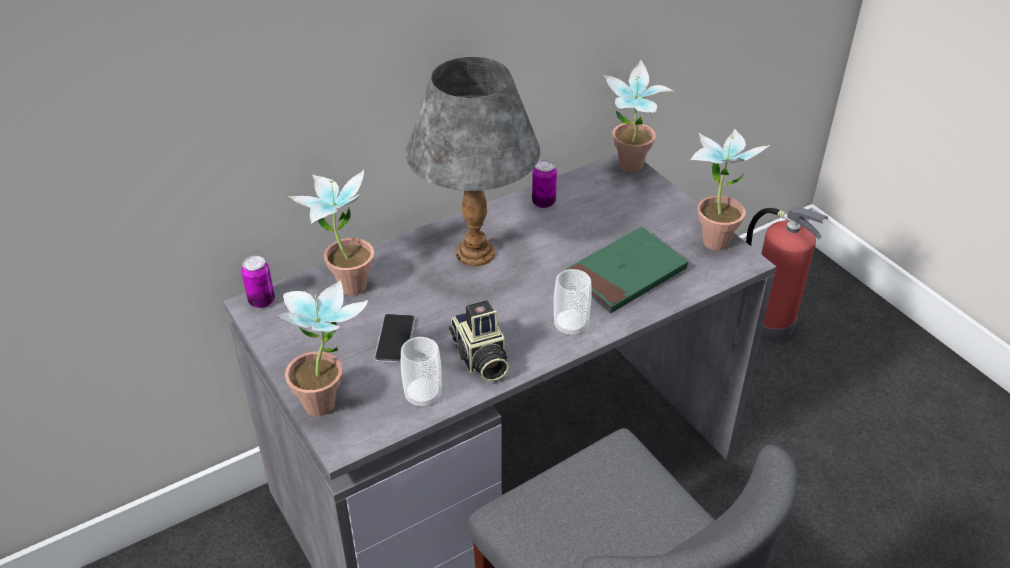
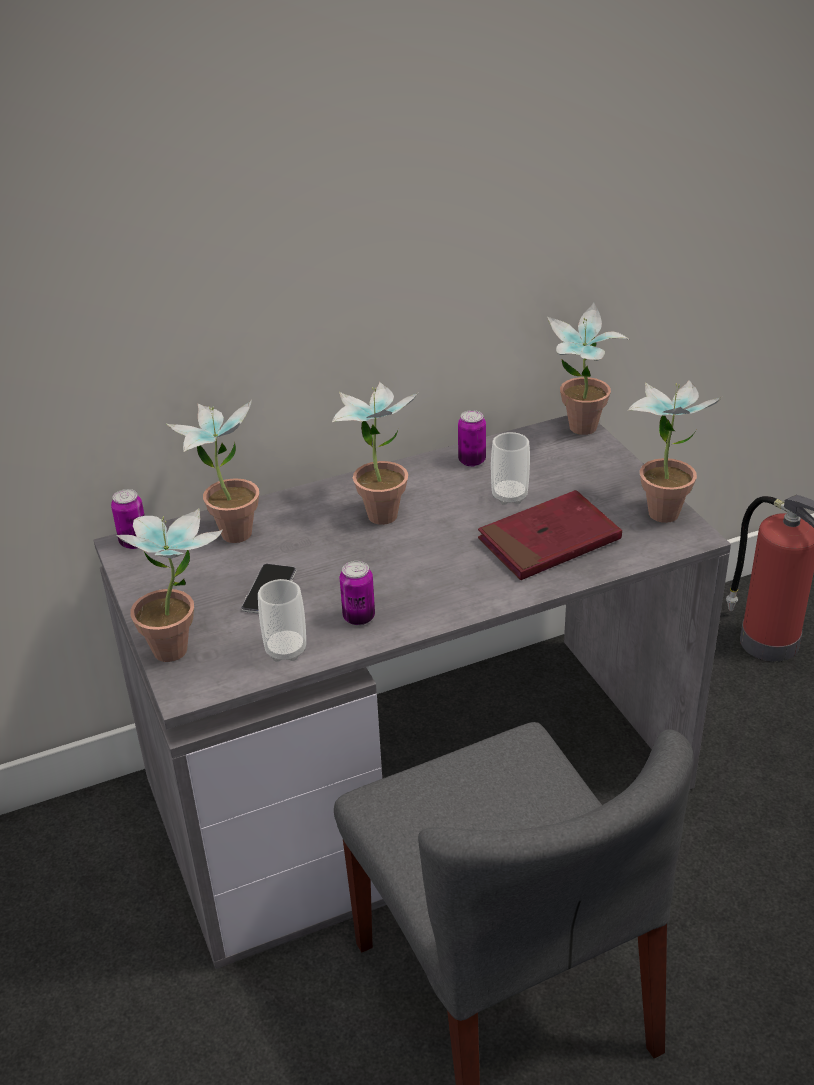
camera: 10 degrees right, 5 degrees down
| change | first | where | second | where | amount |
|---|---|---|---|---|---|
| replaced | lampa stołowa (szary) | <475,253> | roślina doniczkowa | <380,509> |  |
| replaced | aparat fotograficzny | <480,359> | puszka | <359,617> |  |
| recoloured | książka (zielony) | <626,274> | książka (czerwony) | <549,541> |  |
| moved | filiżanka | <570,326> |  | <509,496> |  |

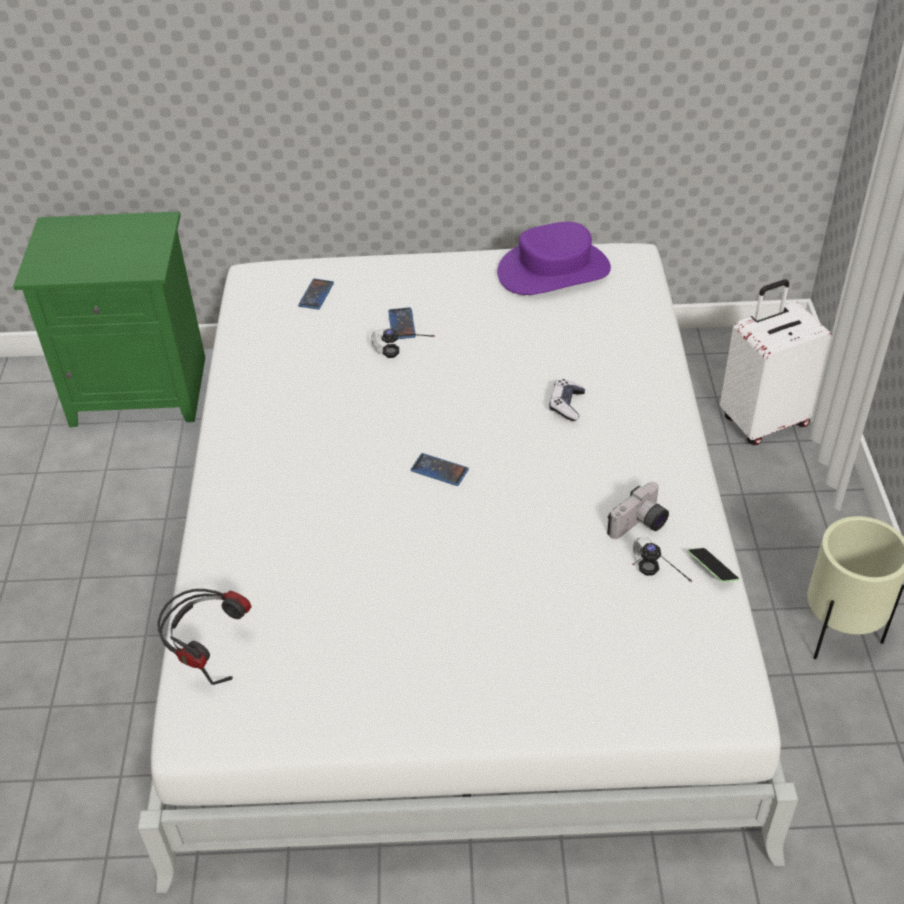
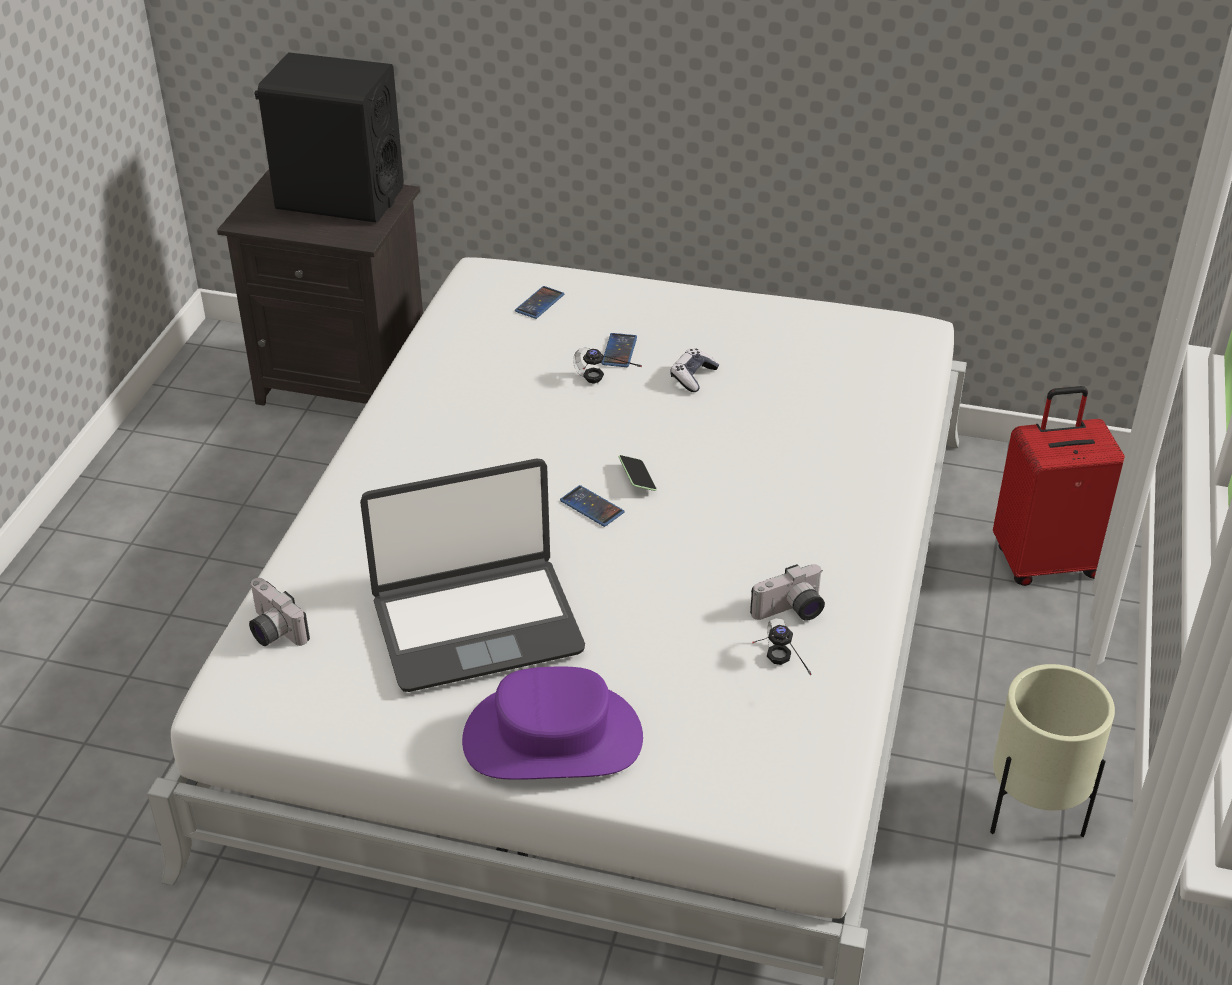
camera: 15 degrees right, 5 degrees down
| change | first | where | second | where | amount |
|---|---|---|---|---|---|
| recoloured | szafka nocna (zielony) | <141,389> | szafka nocna (czarny) | <346,381> |  |
| replaced | słuchawki | <208,652> | aparat fotograficzny | <272,630> |  |
| added |  |  | głośnik (czarny) | <339,198> |  |
| added |  |  | laptop | <477,624> |  |
| moved | kapelusz (fioletowy) | <553,270> |  | <553,738> |  |
| moved | telefon | <711,570> |  | <637,479> |  |
| moved | pad do gier | <566,405> |  | <693,376> |  |
| recoloured | walizka (biały) | <763,420> | walizka (czerwony) | <1044,561> |  |

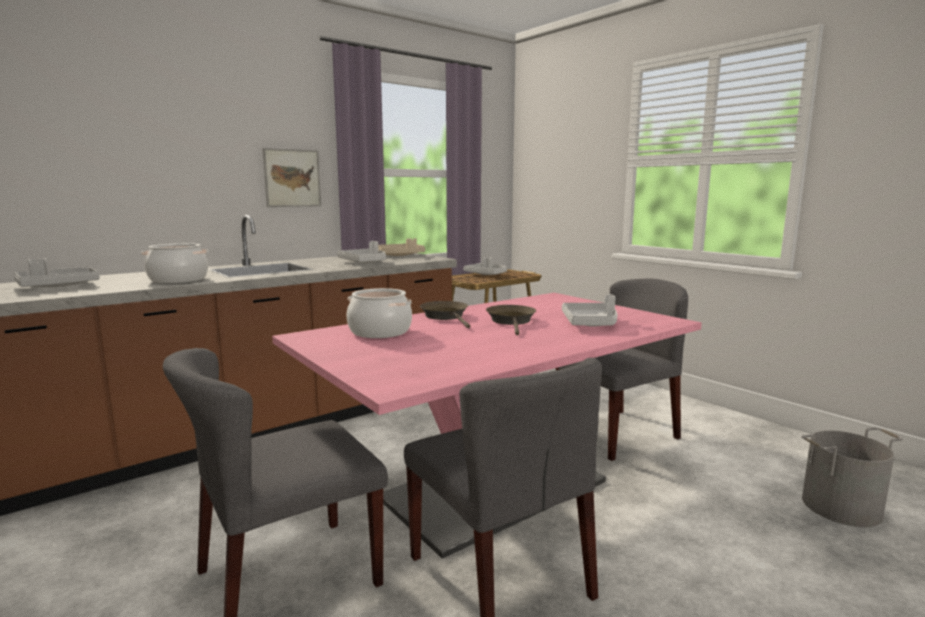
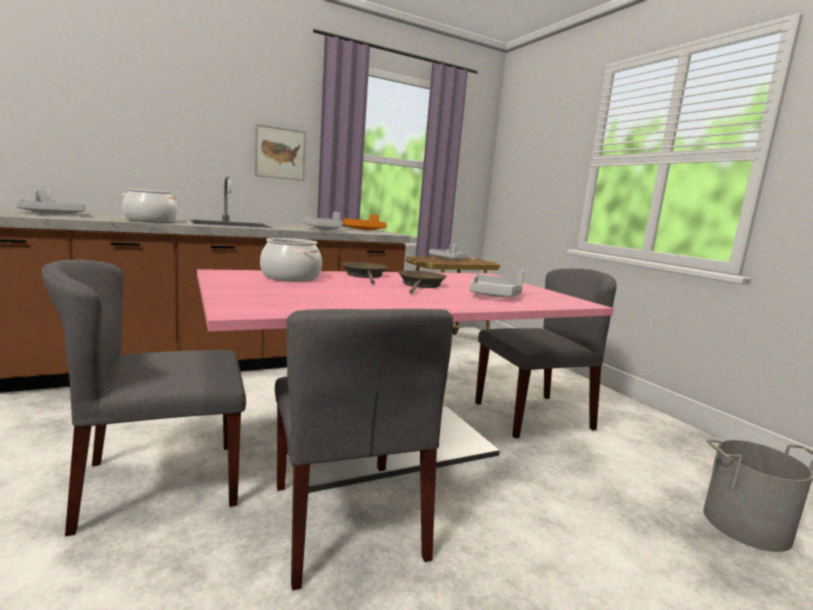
camera: 10 degrees right, 0 degrees up
| change | first | where | second | where | amount |
|---|---|---|---|---|---|
| recoloured | taca (beżowy) | <399,255> | taca (pomarańczowy) | <364,229> |  |

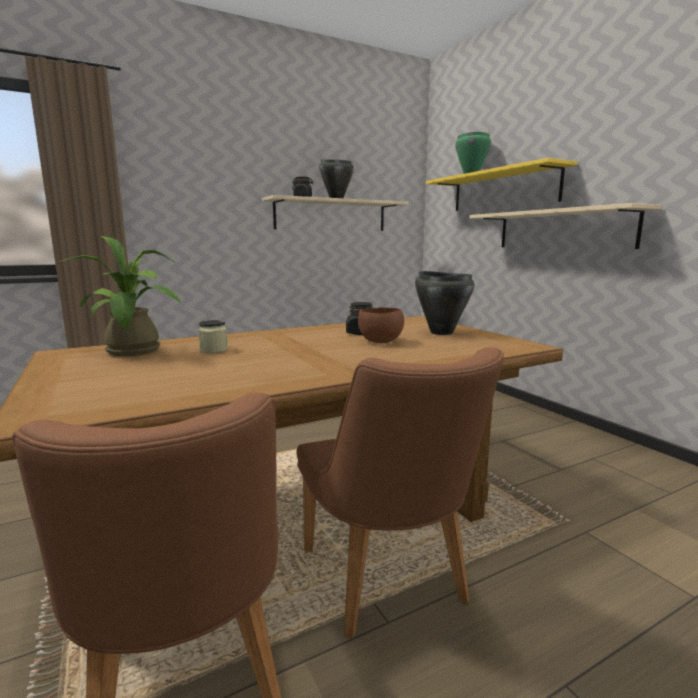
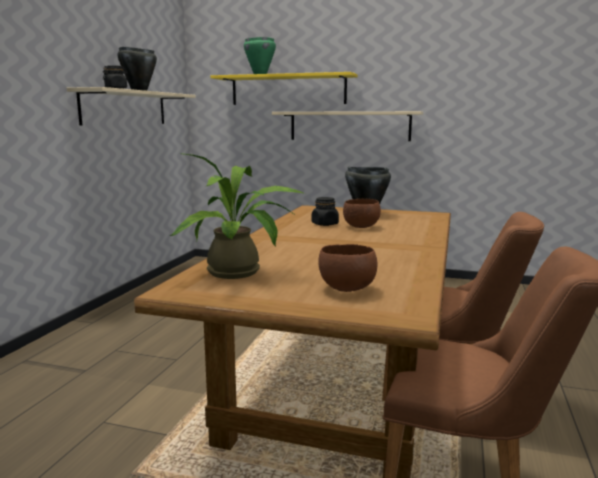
camera: 45 degrees left, 0 degrees up
| change | first | where | second | where | amount |
|---|---|---|---|---|---|
| added |  |  | miska (brązowy) | <346,289> |  |
| removed | słoik | <213,350> |  |  |  |

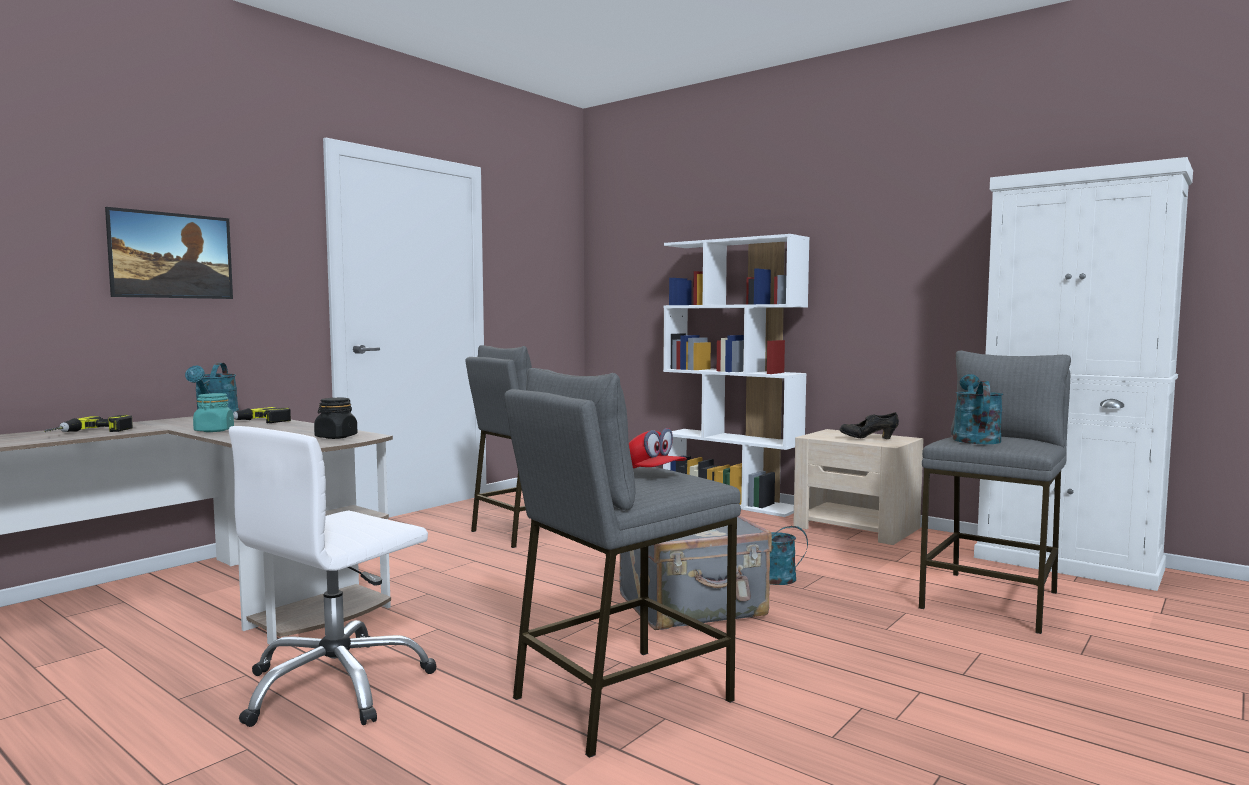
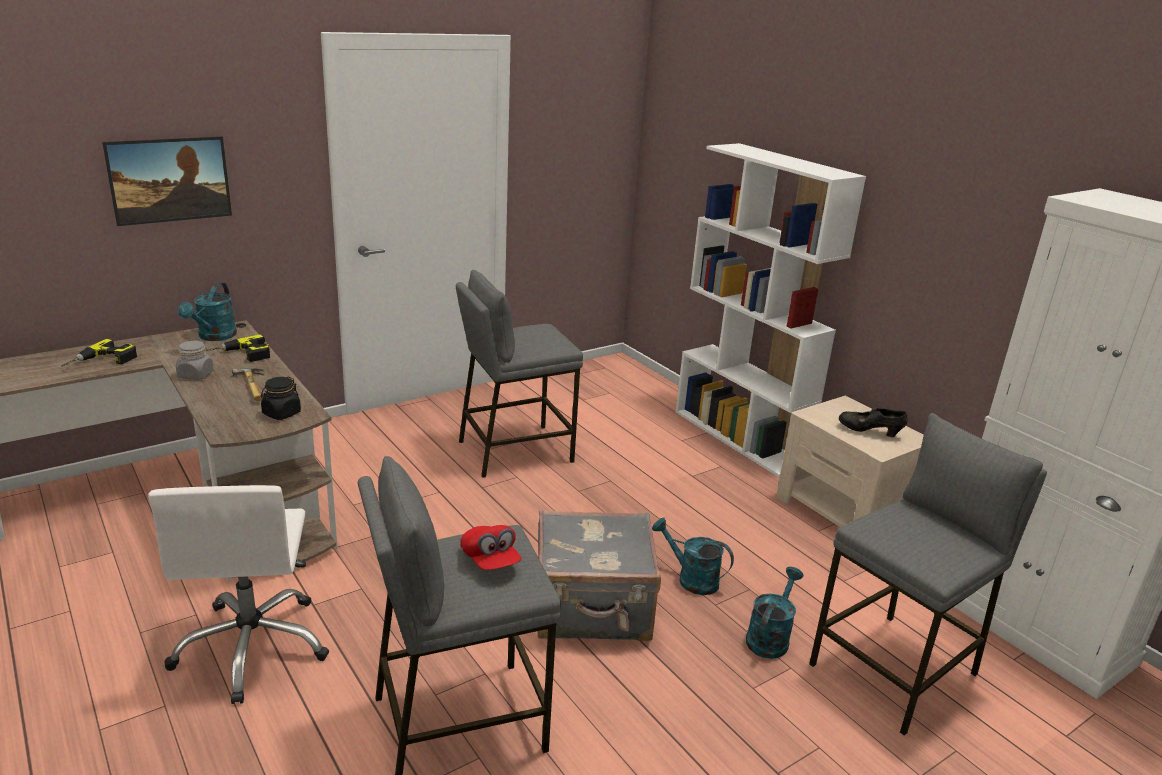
camera: 15 degrees right, 20 degrees up
| change | first | where | second | where | amount |
|---|---|---|---|---|---|
| turned | krzesło biurowe (biały) | <336,686> |  | <253,646> | 60 degrees counterclockwise |
| recoloured | słoik (turkusowy) | <214,430> | słoik (szary) | <195,375> |  |
| added |  |  | młotek | <256,387> |  |
| moved | konewka (turkusowy) | <974,439> |  | <770,637> |  |

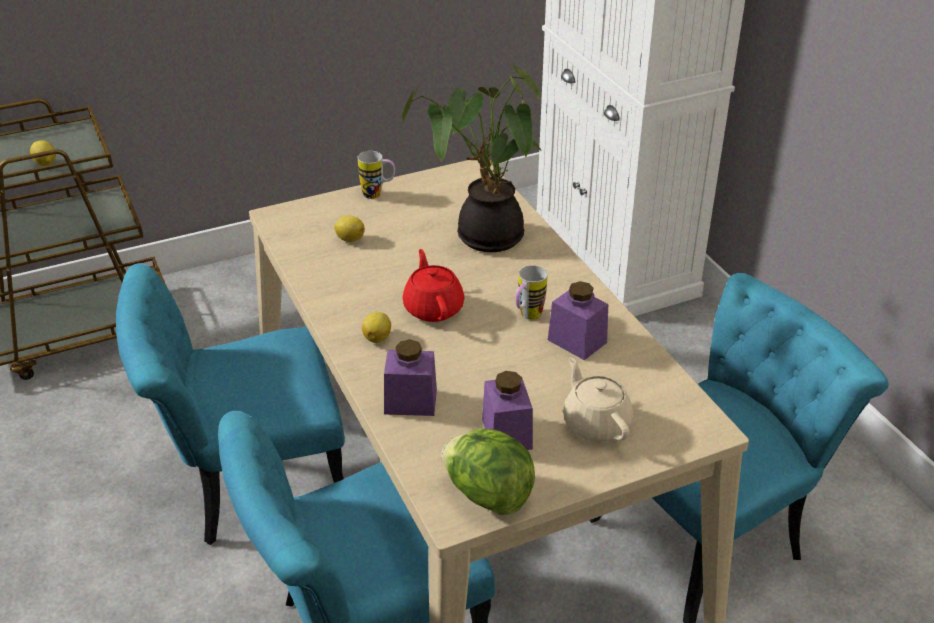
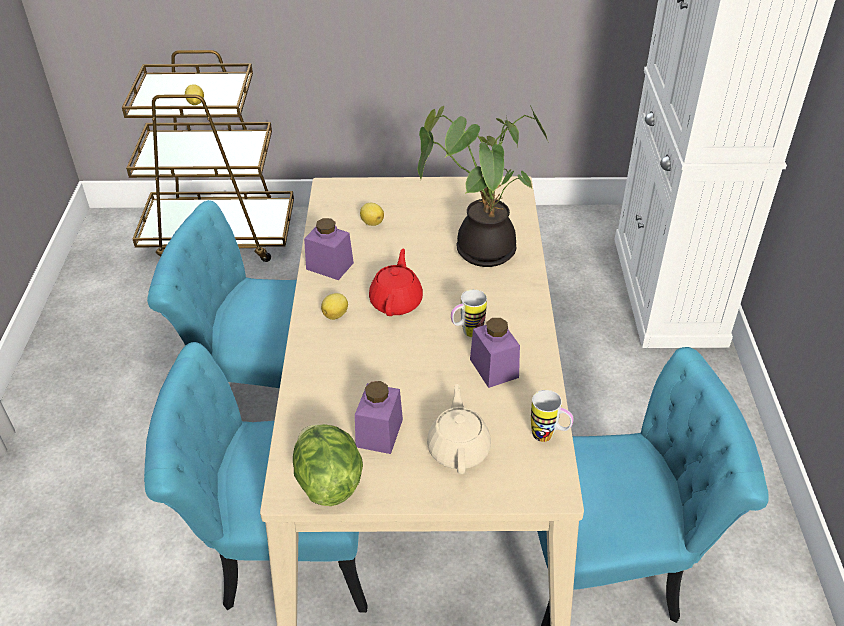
camera: 25 degrees right, 5 degrees up
| change | first | where | second | where | amount |
|---|---|---|---|---|---|
| moved | słoik (fioletowy) | <410,401> |  | <330,266> |  |
| moved | kubek | <378,194> |  | <549,437> |  |

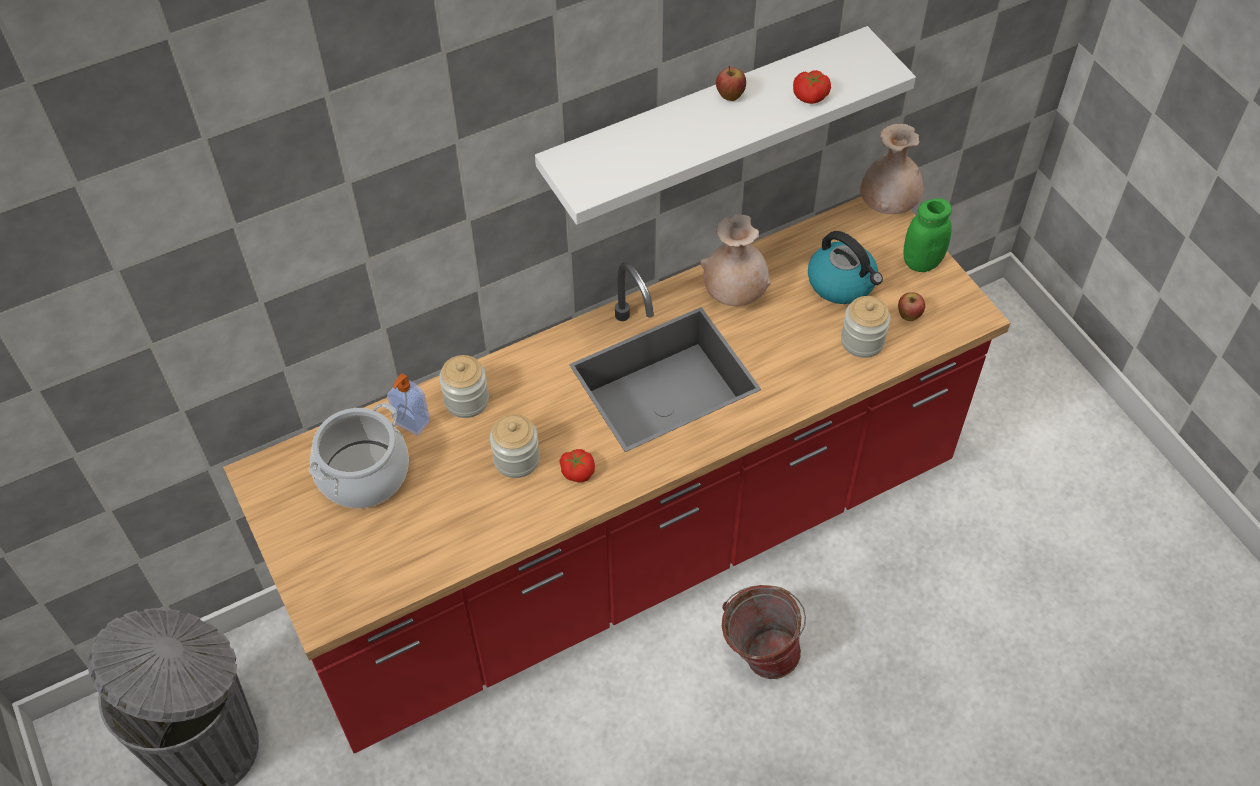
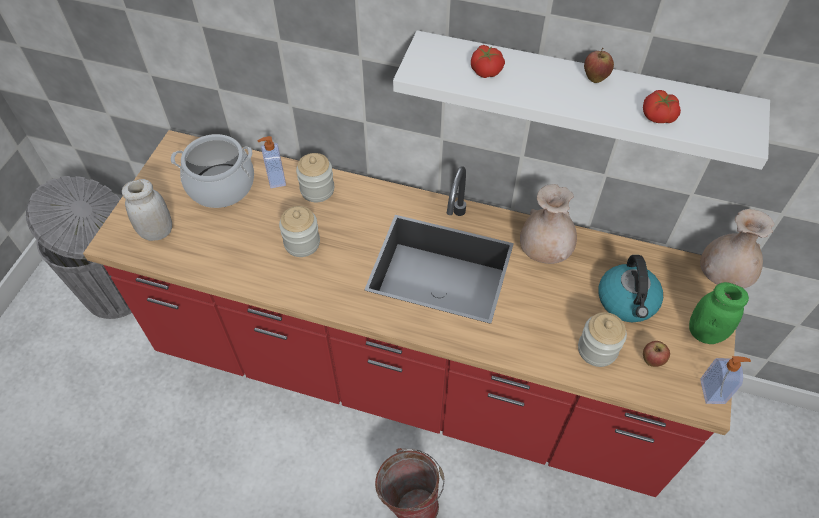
camera: 45 degrees right, 0 degrees up
| change | first | where | second | where | amount |
|---|---|---|---|---|---|
| added |  |  | słoik (biały) | <157,232> |  |
| moved | pomidor | <577,471> |  | <486,70> |  |
| added |  |  | dozownik mydła | <713,391> |  |

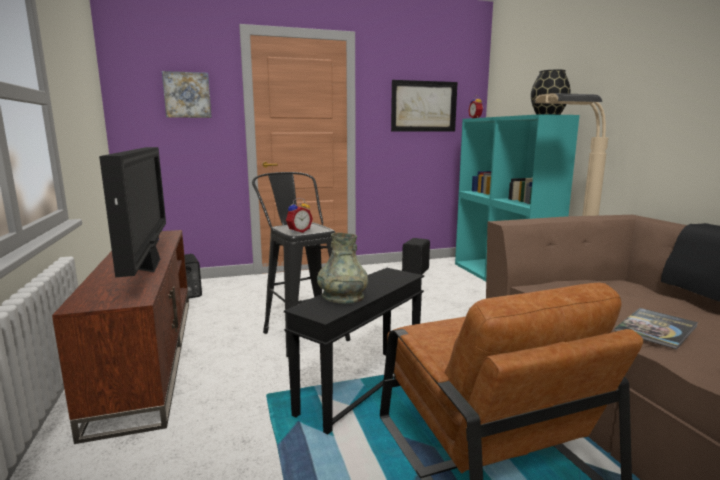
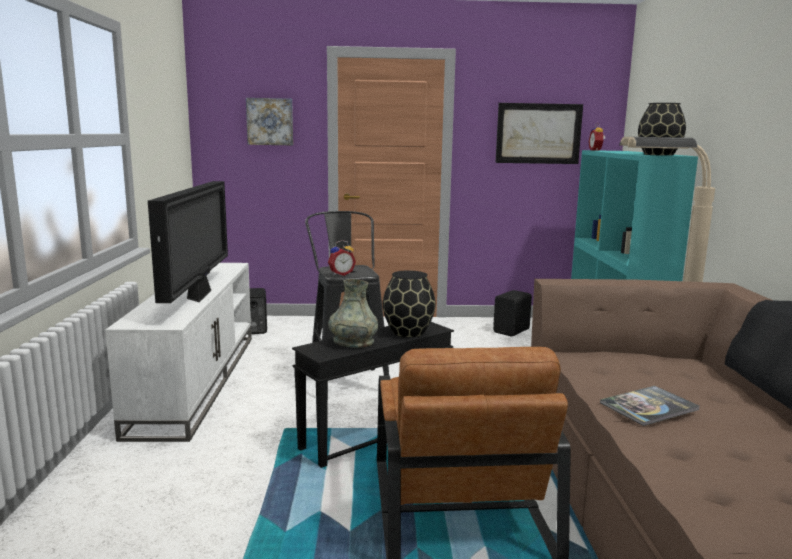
camera: 15 degrees right, 0 degrees up
| change | first | where | second | where | amount |
|---|---|---|---|---|---|
| recoloured | szafka pod telewizor (brązowy) | <146,353> | szafka pod telewizor (biały) | <196,380> |  |
| added |  |  | wazon (czarny) | <407,331> |  |

